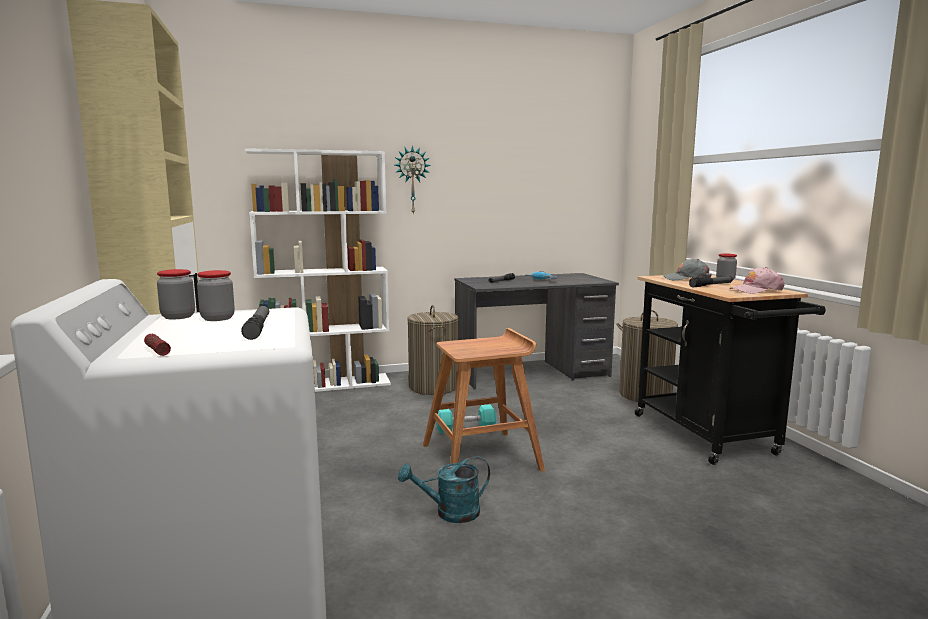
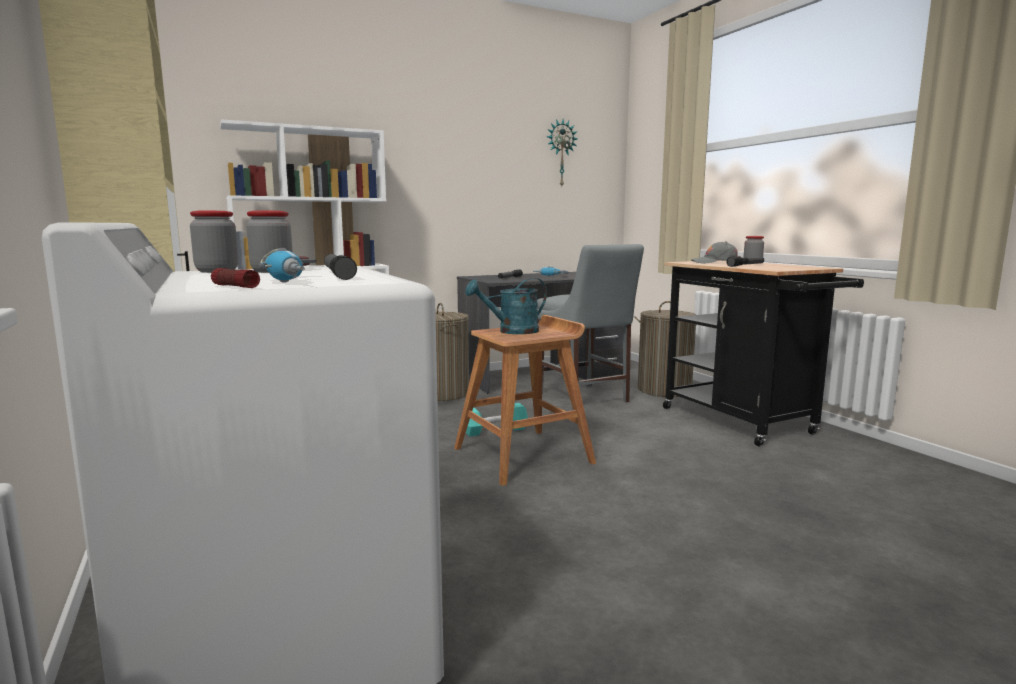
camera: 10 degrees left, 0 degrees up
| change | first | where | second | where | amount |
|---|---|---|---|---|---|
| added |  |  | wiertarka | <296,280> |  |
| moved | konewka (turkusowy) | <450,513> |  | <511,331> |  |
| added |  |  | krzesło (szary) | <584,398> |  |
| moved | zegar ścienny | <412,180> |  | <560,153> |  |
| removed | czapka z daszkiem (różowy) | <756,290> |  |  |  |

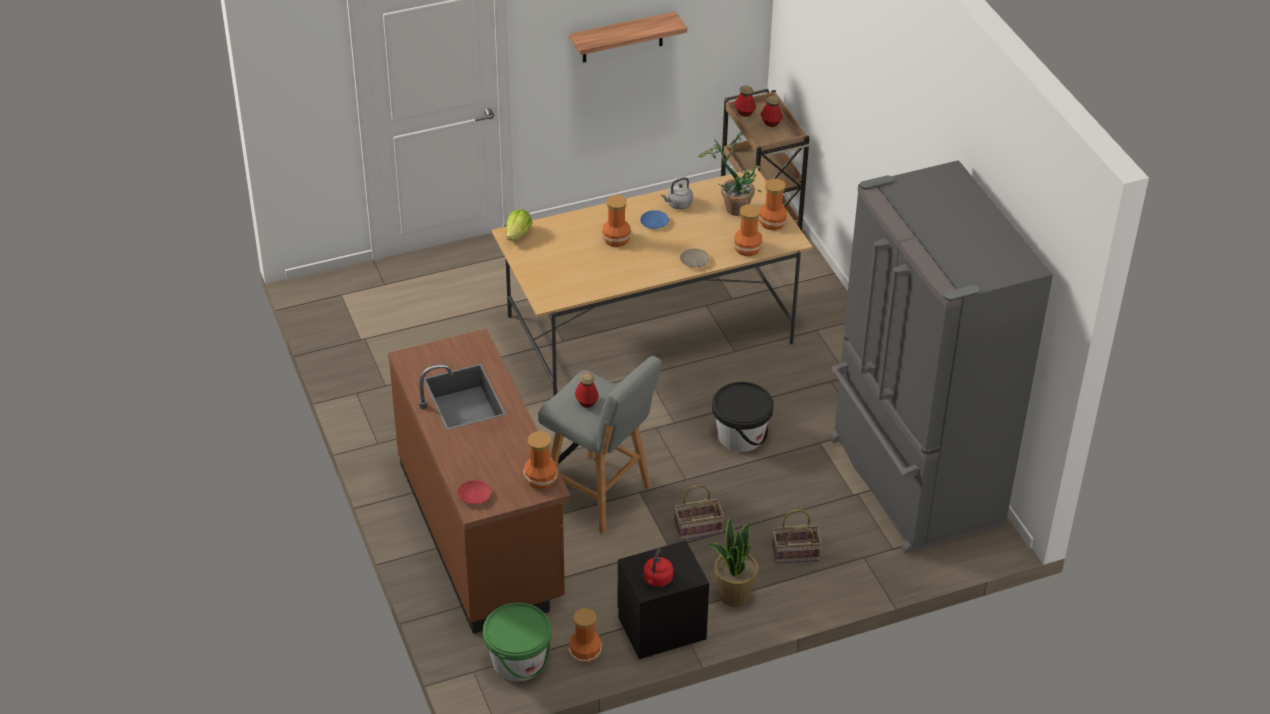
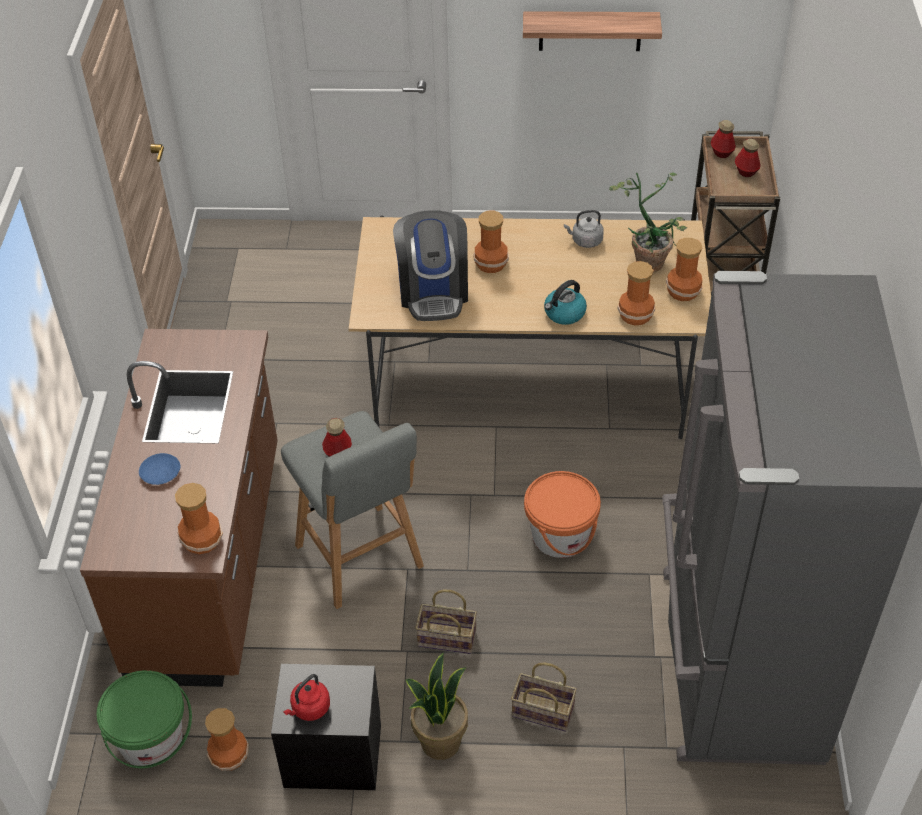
camera: 25 degrees right, 5 degrees up
| change | first | where | second | where | amount |
|---|---|---|---|---|---|
| moved | talerz (niebieski) | <654,222> |  | <161,473> |  |
| added |  |  | ekspres do kawy | <433,291> |  |
| recoloured | wiadro (czarny) | <741,435> | wiadro (pomarańczowy) | <560,535> |  |
| replaced | talerz (beżowy) | <694,261> | czajnik | <564,313> |  |
| removed | talerz (czerwony) | <474,495> |  |  |  |
| removed | sałata | <518,234> |  |  |  |

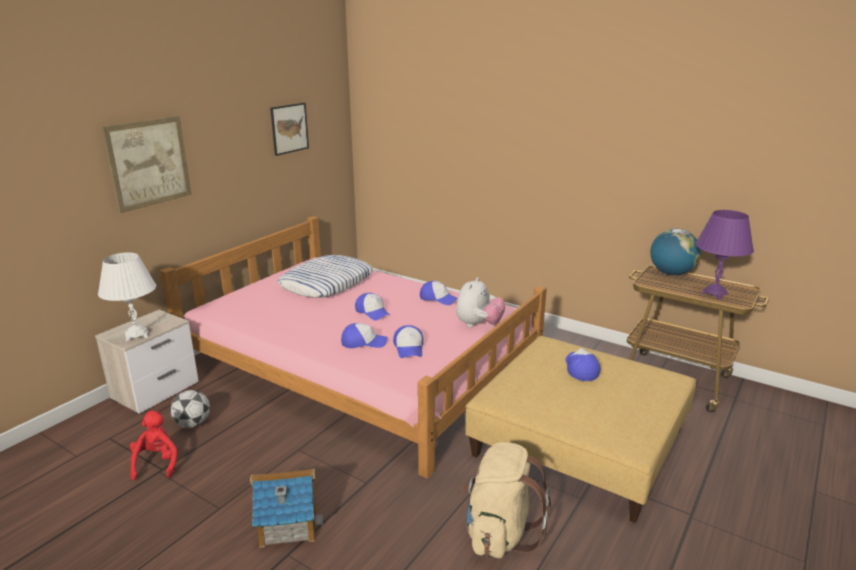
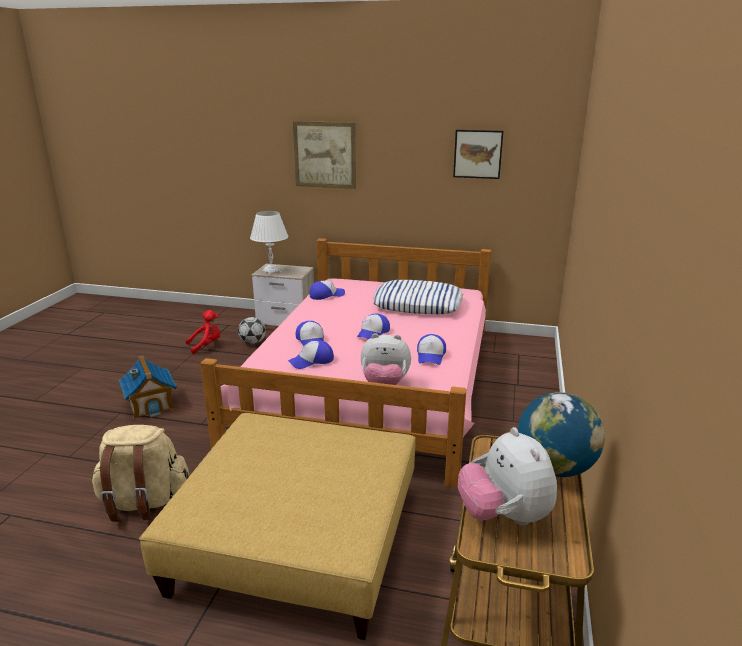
camera: 70 degrees right, 0 degrees up
| change | first | where | second | where | amount |
|---|---|---|---|---|---|
| moved | czapka z daszkiem | <580,368> |  | <326,295> |  |
| replaced | lampa stołowa (fioletowy) | <714,294> | pluszak | <504,516> |  |

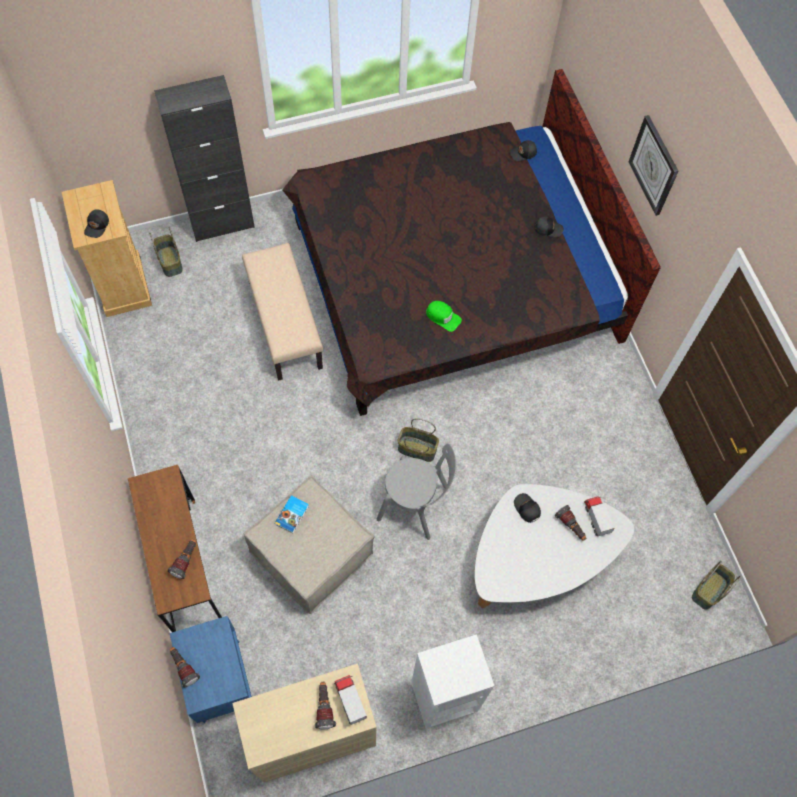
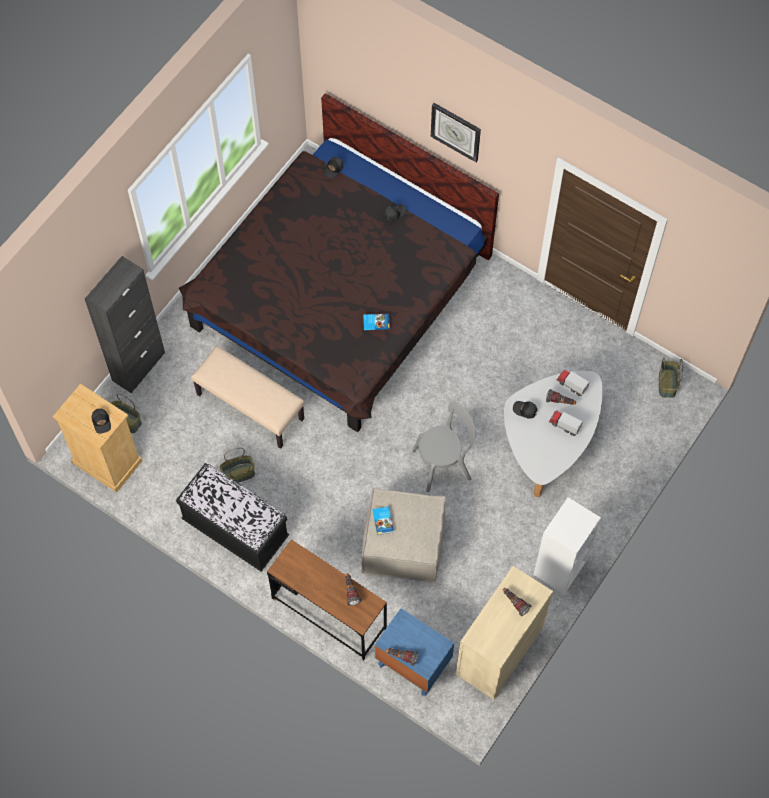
camera: 35 degrees left, 0 degrees up
| change | first | where | second | where | amount |
|---|---|---|---|---|---|
| added |  |  | ławka (czarny) | <235,529> |  |
| moved | koszyk | <416,449> |  | <238,474> |  |
| replaced | czapka z daszkiem (zielony) | <443,317> | książka | <376,322> |  |
| moved | ciężarówka zabawkowa | <350,700> |  | <564,425> |  |

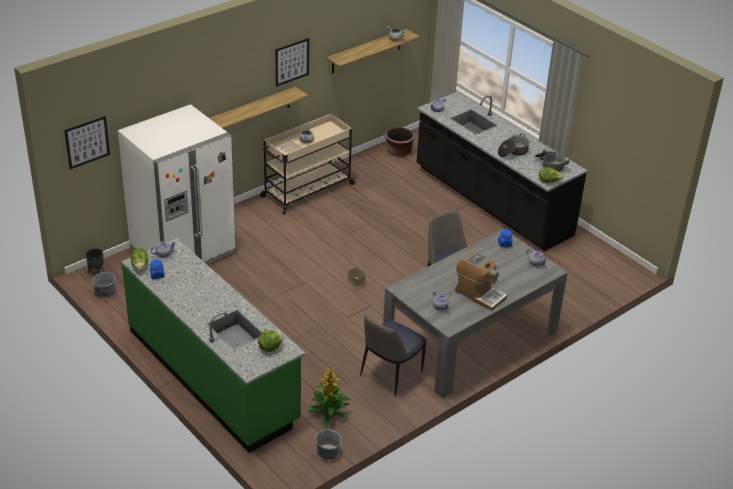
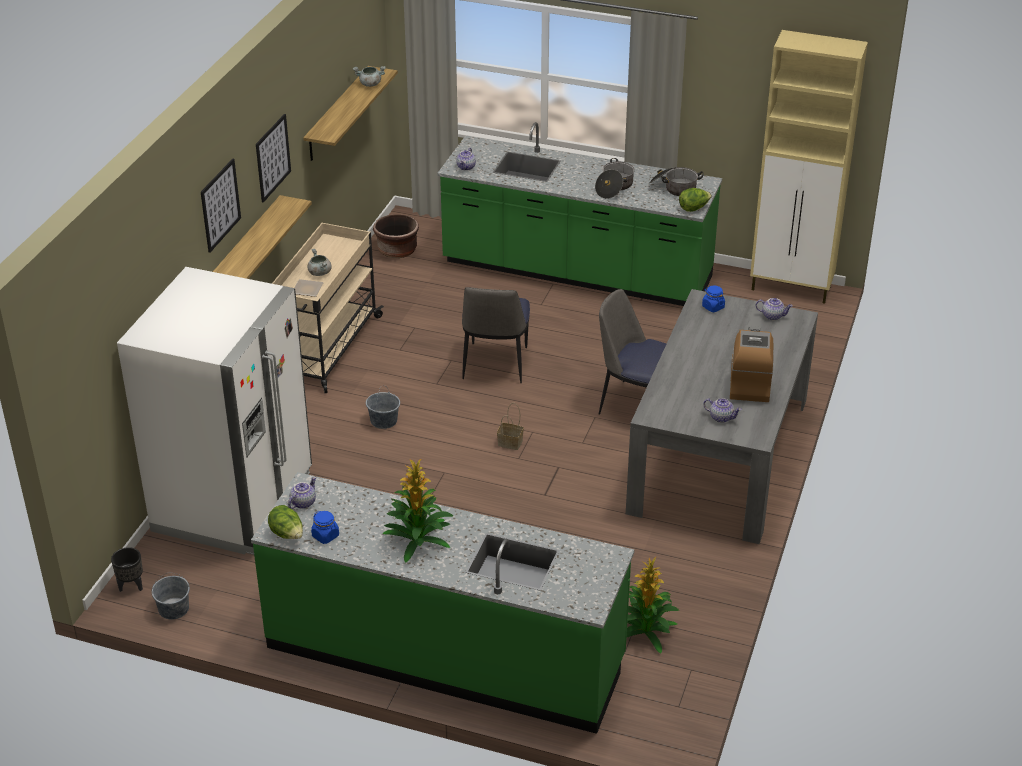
camera: 30 degrees left, 0 degrees up
| change | first | where | second | where | amount |
|---|---|---|---|---|---|
| moved | obraz | <87,142> |  | <220,205> |  |
| moved | wiadro (szary) | <327,452> |  | <383,421> |  |
| added |  |  | roślina doniczkowa | <418,539> |  |
| recoloured | zabudowa kuchenna (czarny) | <491,202> | zabudowa kuchenna (zielony) | <576,272> |  |
| moved | krzesło | <390,375> |  | <495,365> |  |
| turned | ekspres do kawy | <479,294> |  | <749,382> | 90 degrees counterclockwise |
| added |  |  | szafka (beżowy) | <792,288> |  |
| removed | sałata | <270,347> |  |  |  |

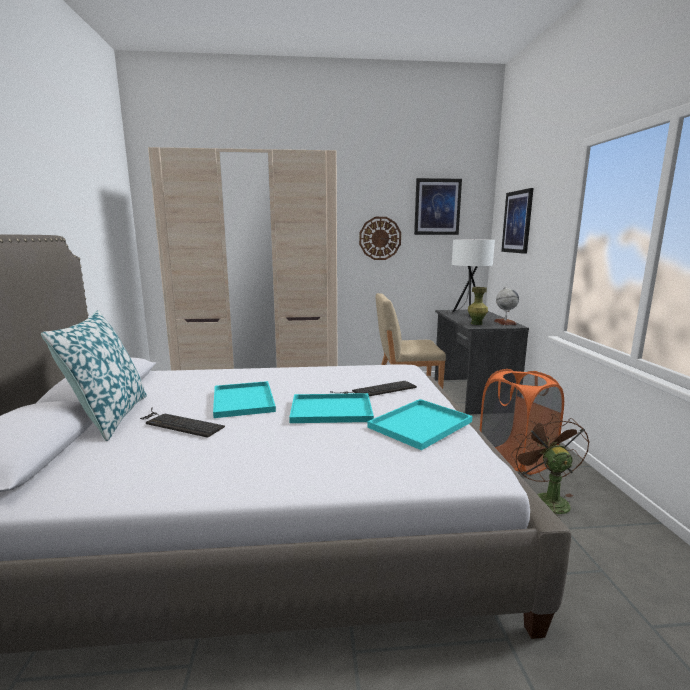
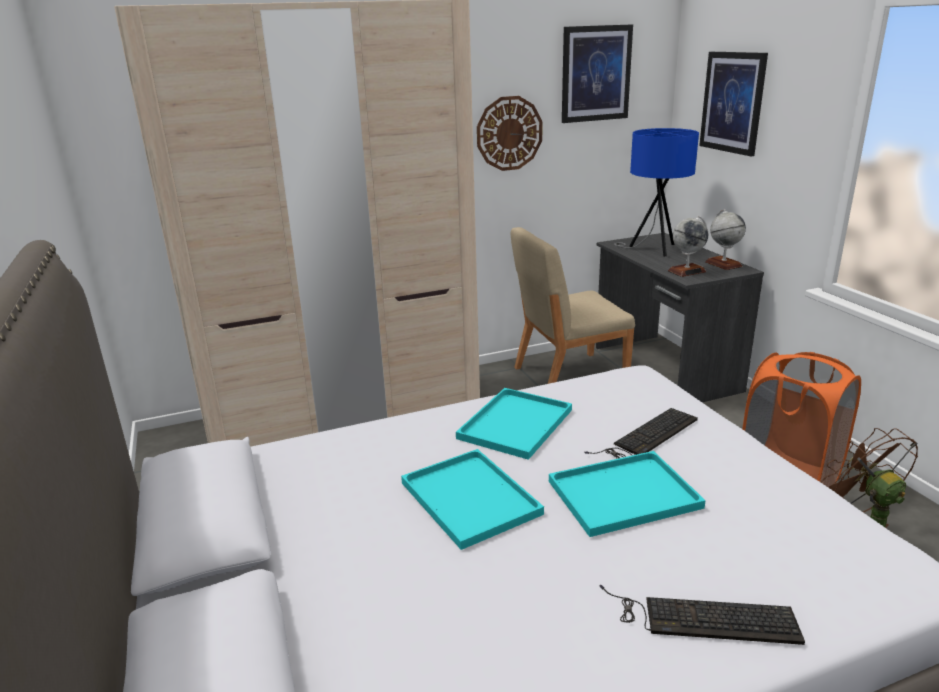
camera: 15 degrees left, 10 degrees up
| change | first | where | second | where | amount |
|---|---|---|---|---|---|
| moved | taca (turkusowy) | <420,425> |  | <515,425> |  |
| moved | klawiatura | <178,423> |  | <701,618> |  |
| recoloured | lampa stołowa (biały) | <466,314> | lampa stołowa (niebieski) | <653,250> |  |
| replaced | wazon (zielony) | <476,323> | globus | <687,271> |  |
| removed | poduszka | <109,417> |  |  |  |

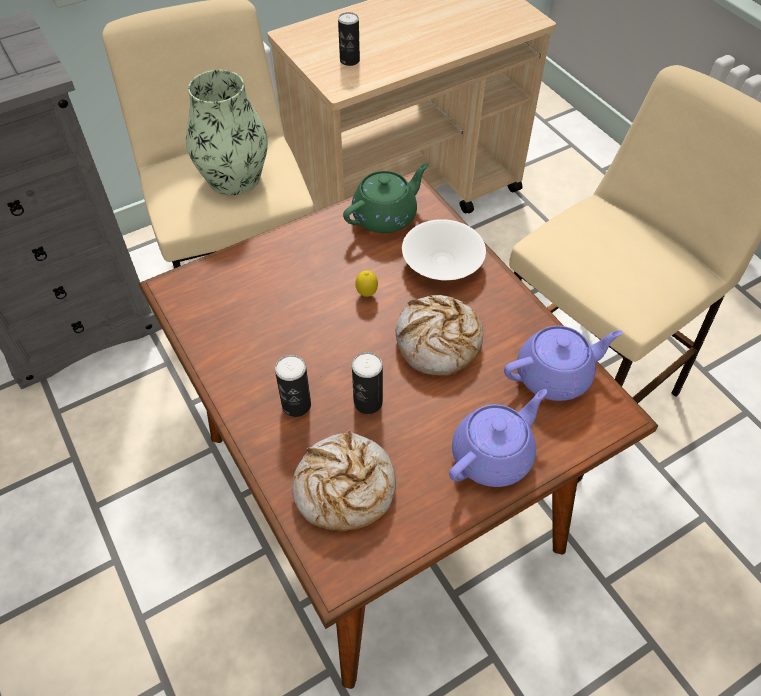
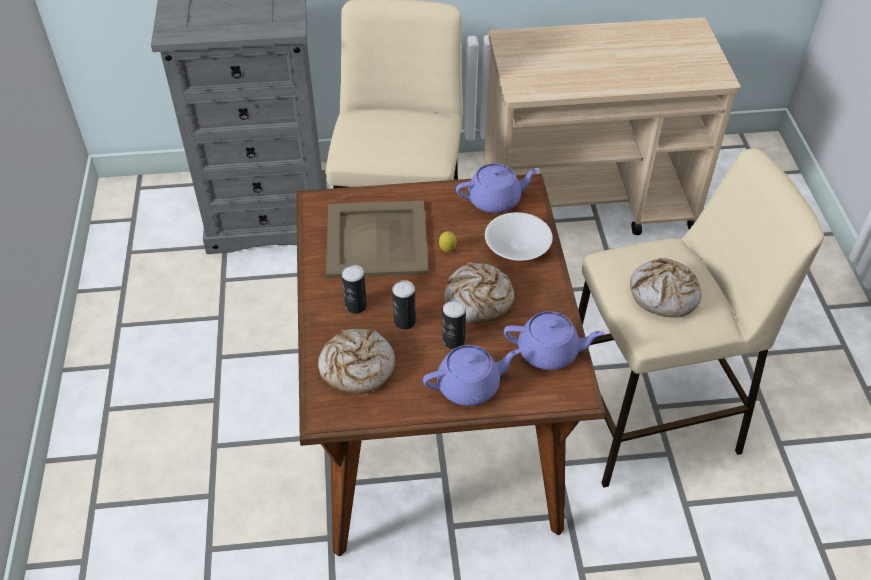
camera: 25 degrees right, 5 degrees down
| change | first | where | second | where | amount |
|---|---|---|---|---|---|
| added |  |  | taca (beżowy) | <377,239> |  |
| moved | puszka | <349,60> |  | <453,341> |  |
| recoloured | imbryk (zielony) | <386,216> | imbryk (fioletowy) | <495,200> |  |
| added |  |  | chleb | <664,295> |  |
| removed | wazon | <234,177> |  |  |  |

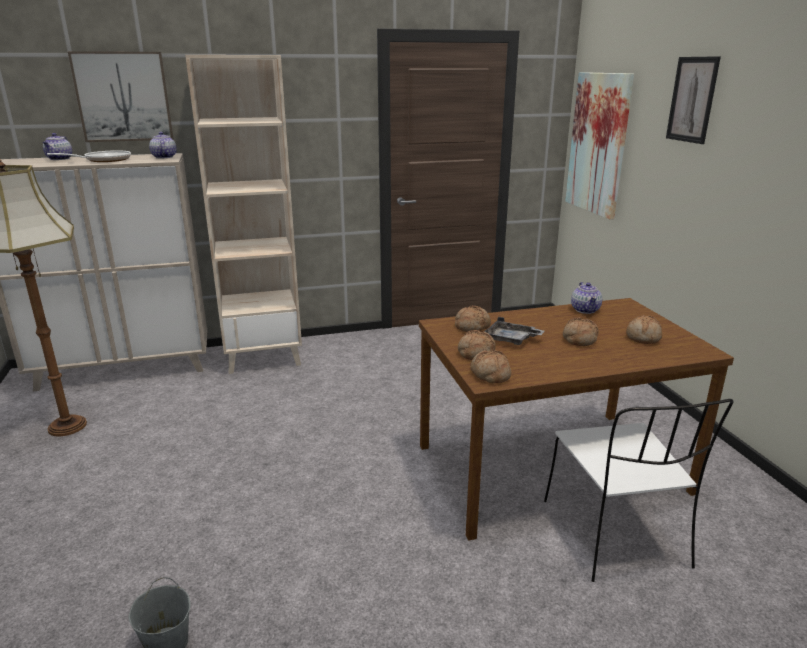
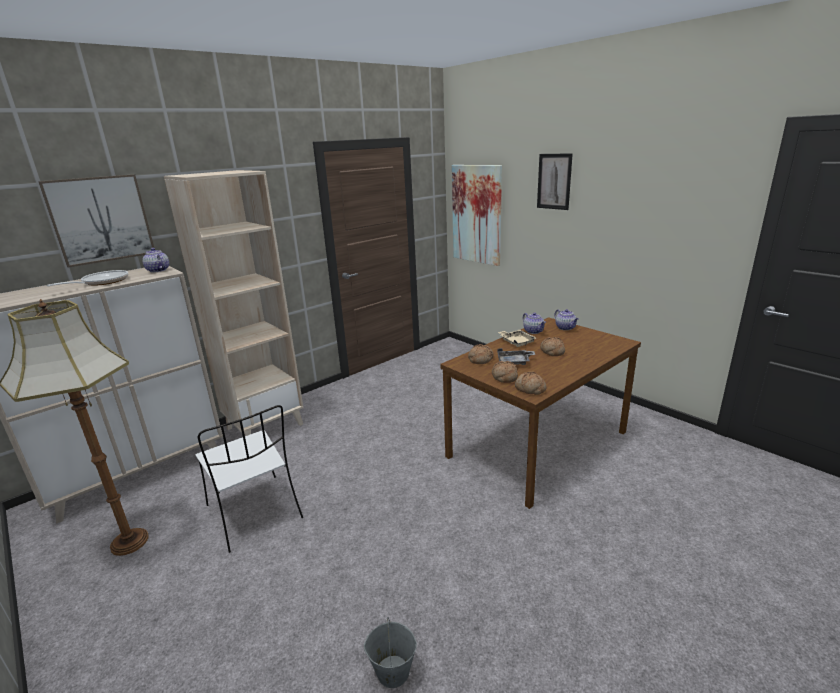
camera: 25 degrees left, 0 degrees up
| change | first | where | second | where | amount |
|---|---|---|---|---|---|
| moved | krzesło (biały) | <616,535> |  | <255,513> |  |
| added |  |  | taca (beżowy) | <516,342> |  |
| moved | imbryk | <59,159> |  | <565,328> |  |
| removed | chleb | <643,337> |  |  |  |

